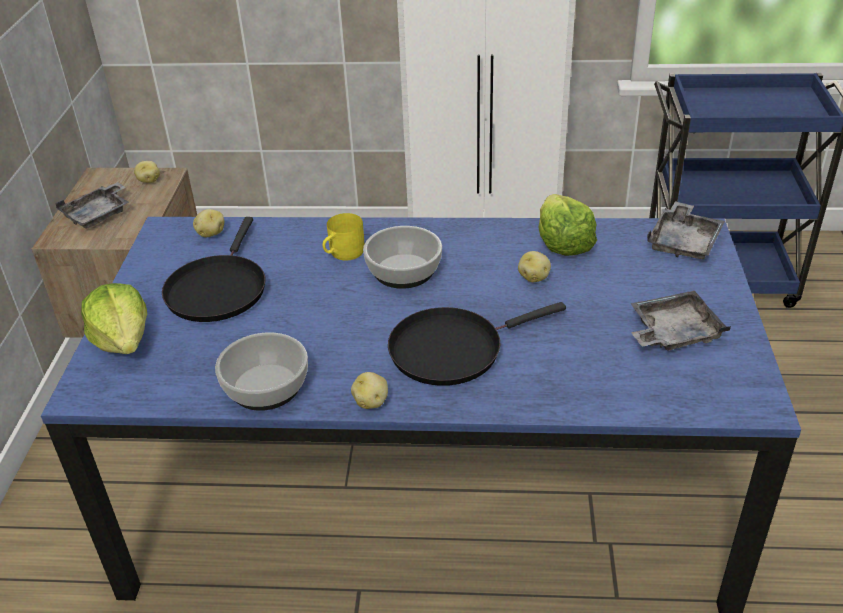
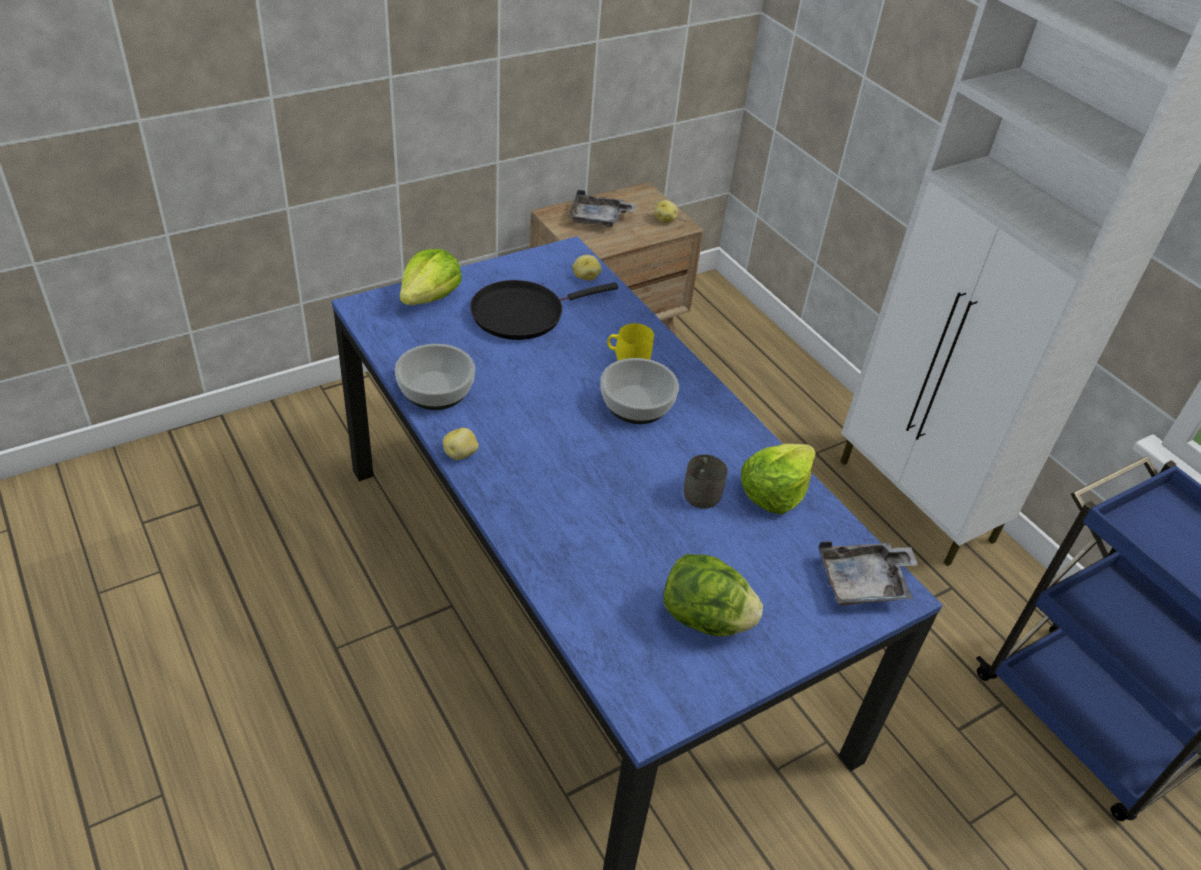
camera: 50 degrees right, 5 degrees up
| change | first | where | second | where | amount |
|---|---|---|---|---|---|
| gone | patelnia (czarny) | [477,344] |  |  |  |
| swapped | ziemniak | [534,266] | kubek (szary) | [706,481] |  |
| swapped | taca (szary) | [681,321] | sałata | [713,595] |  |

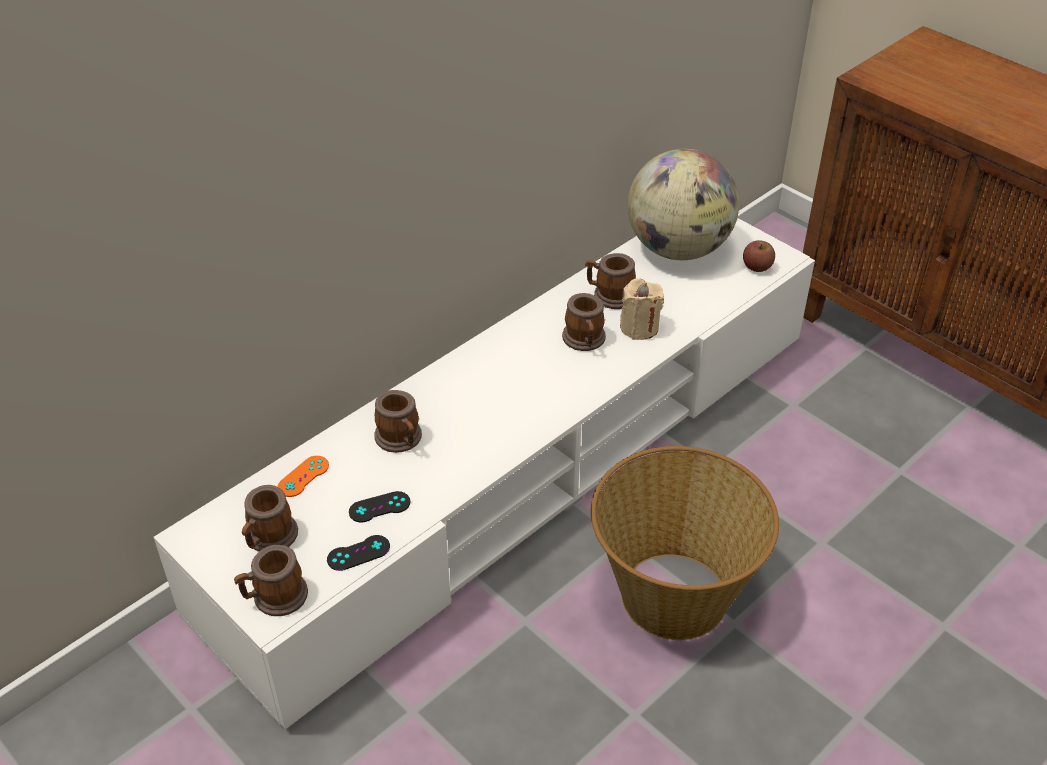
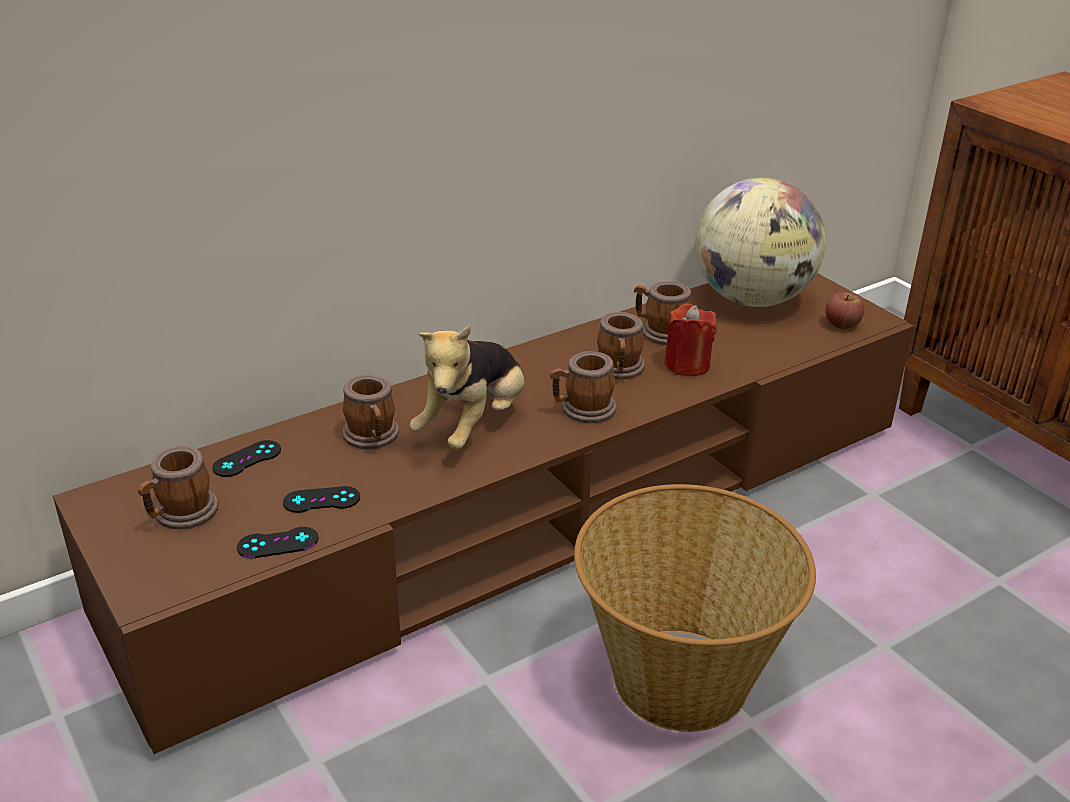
camera: 10 degrees right, 10 degrees down
| change | first | where | second | where | amount |
|---|---|---|---|---|---|
| new |  |  | pluszak | [467,387] |  |
| shifted | kubek | [271,580] |  | [583,387] |  |
| repainted | szafka pod telewizor (biały) | [484,473] | szafka pod telewizor (brązowy) | [483,513] |  |
| repainted | pad do gier (pomarańczowy) | [303,476] | pad do gier (czarny) | [246,458] |  |
| repainted | świeca (beżowy) | [642,309] | świeca (czerwony) | [690,339] |  |

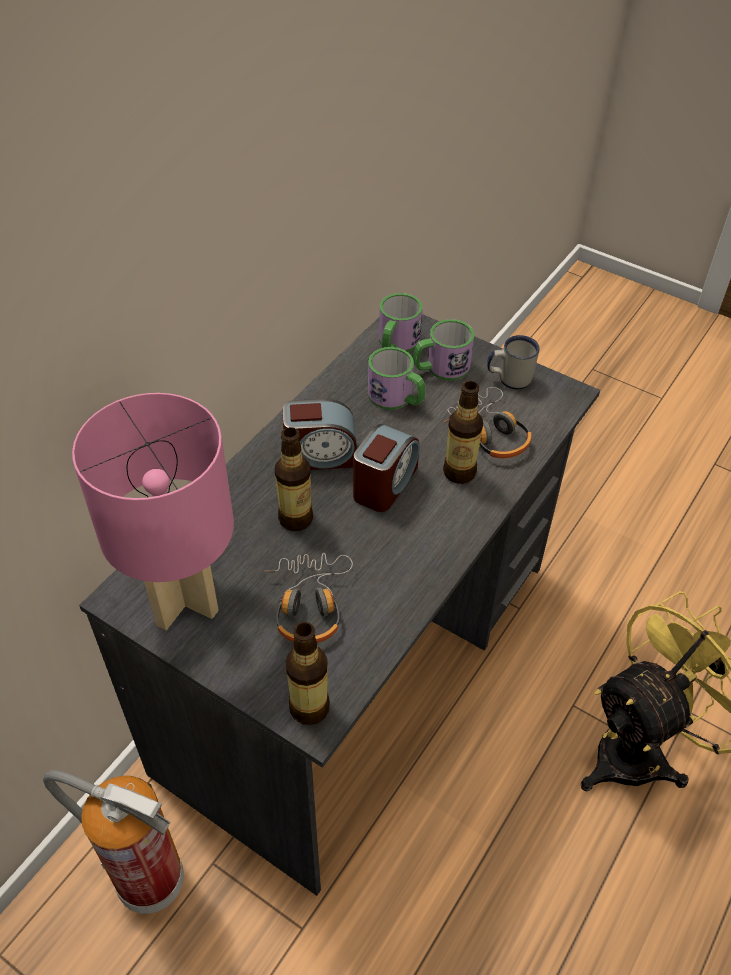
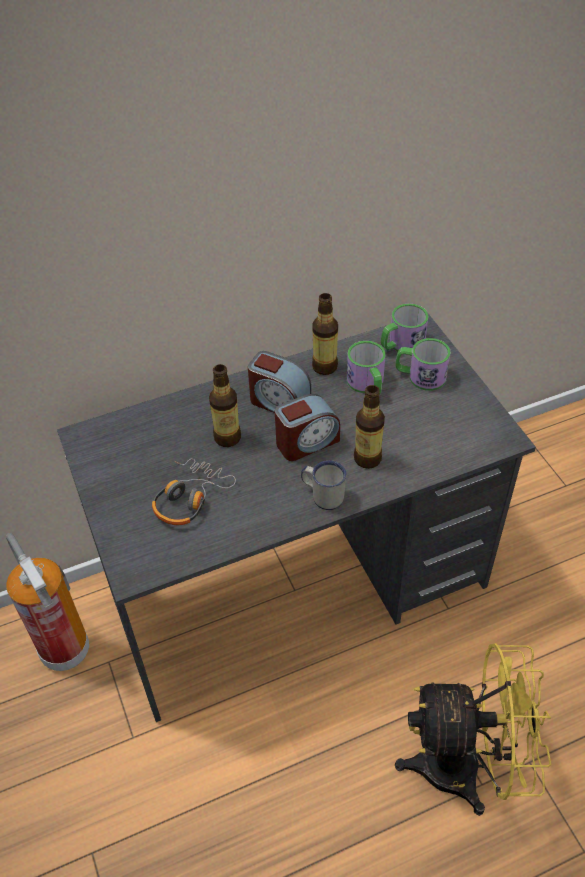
camera: 35 degrees right, 0 degrees up
| change | first | where | second | where | amount |
|---|---|---|---|---|---|
| gone | lampa stołowa (różowy) | [153,511] |  |  |  |
| gone | słuchawki | [488,422] |  |  |  |
| shifted | butelka | [307,673] |  | [325,334] |  |
| shifted | kubek (biały) | [513,362] |  | [324,485] |  |

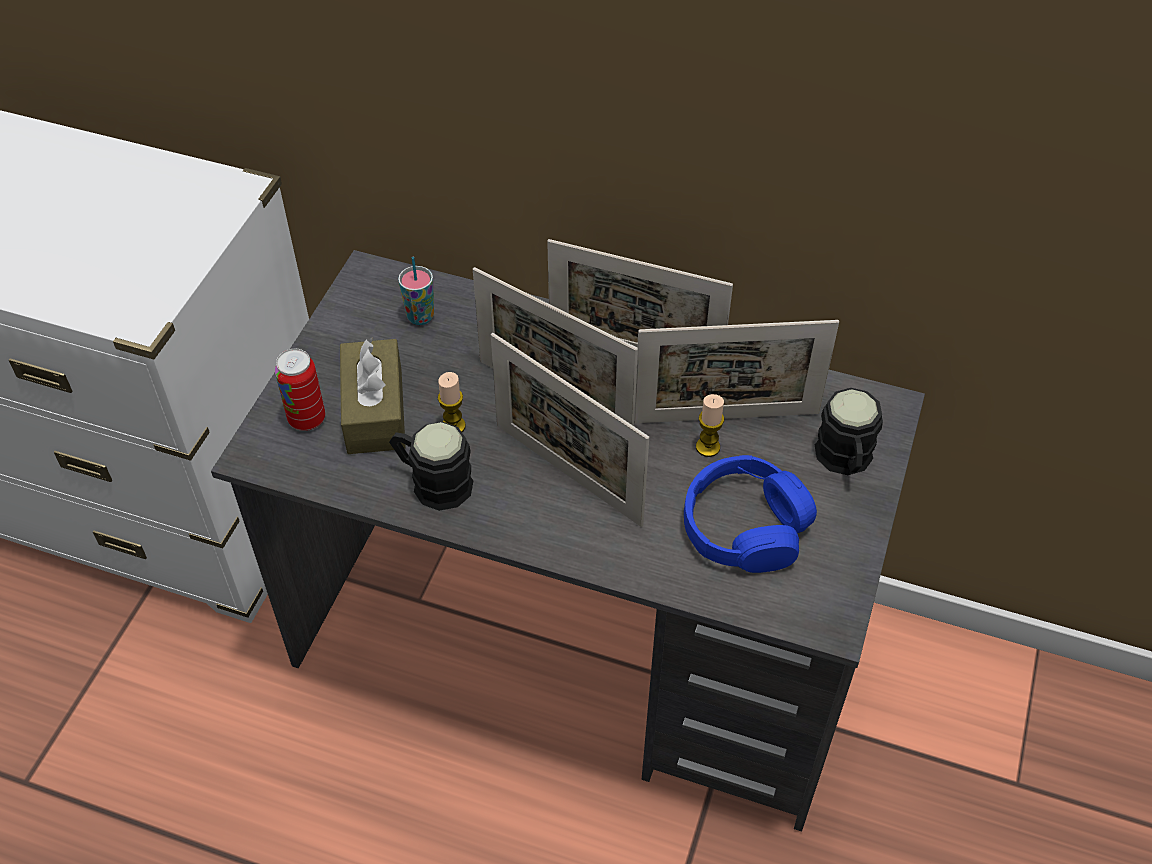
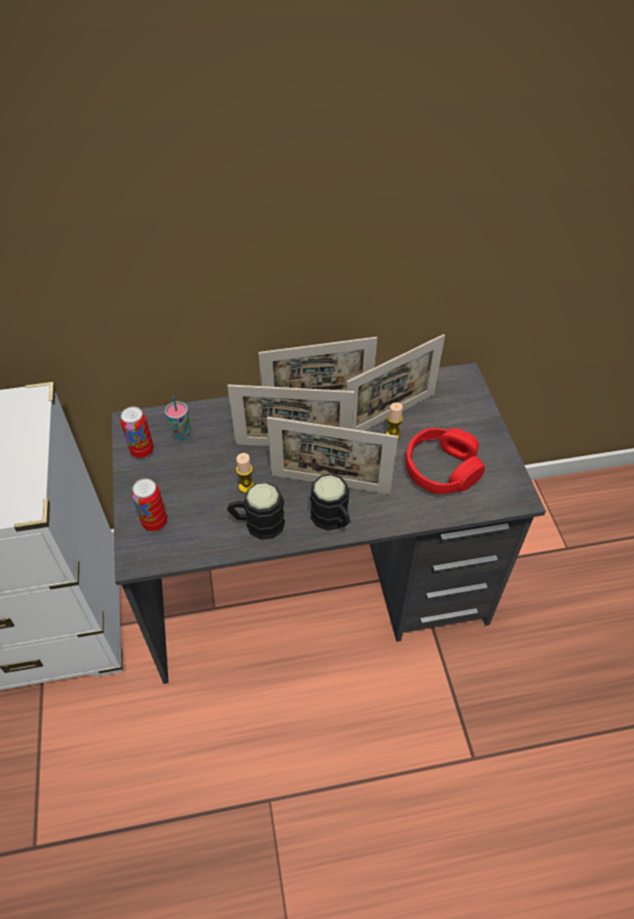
camera: 30 degrees left, 0 degrees up
| change | first | where | second | where | amount |
|---|---|---|---|---|---|
| gone | pudełko chusteczek (brązowy) | [373,396] |  |  |  |
| new |  |  | puszka | [137,432] |  |
| shifted | kubek (czarny) | [849,431] |  | [330,502] |  |
| repainted | słuchawki (niebieski) | [750,514] | słuchawki (czerwony) | [445,461] |  |

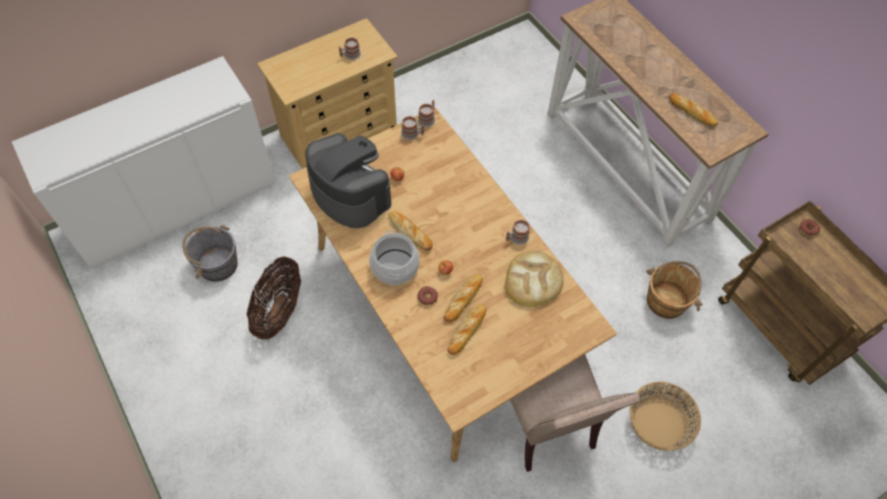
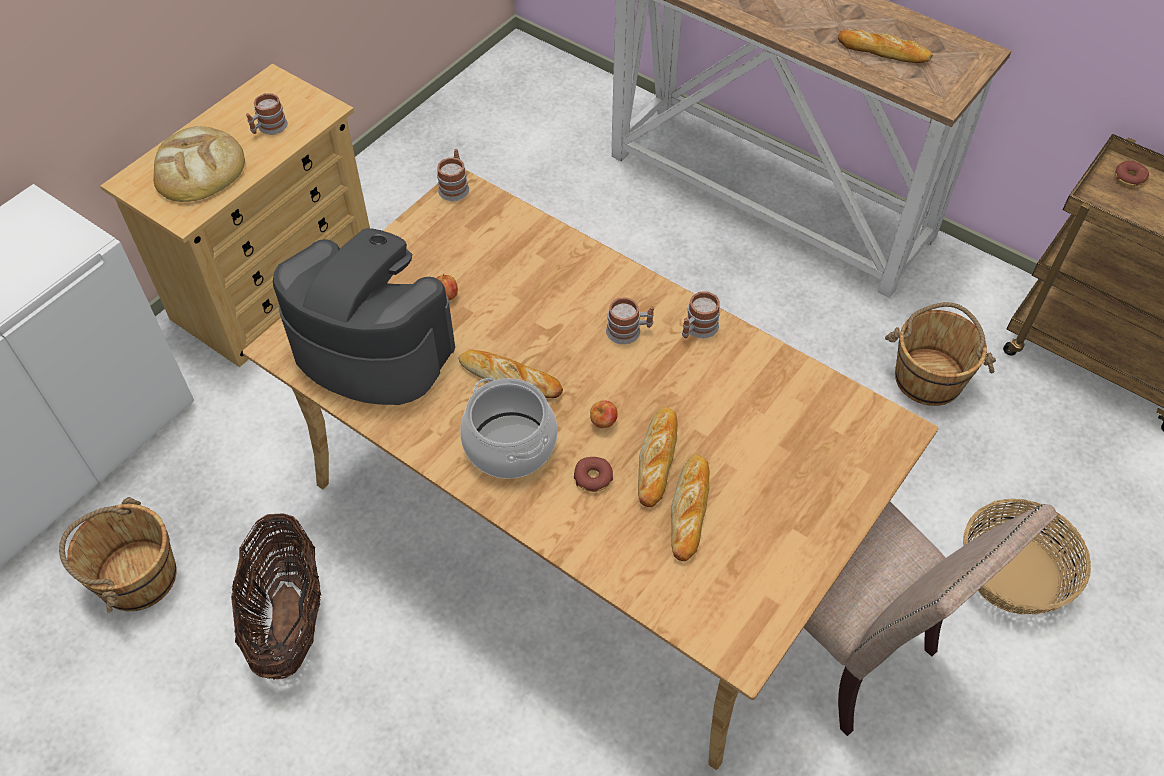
camera: 20 degrees left, 5 degrees down
| change | first | where | second | where | amount |
|---|---|---|---|---|---|
| shifted | kubek | [412,128] |  | [630,320] |  |
| shifted | chleb | [534,279] |  | [199,164] |  |
| repainted | wiadro (szary) | [210,253] | wiadro (brązowy) | [117,555] |  |

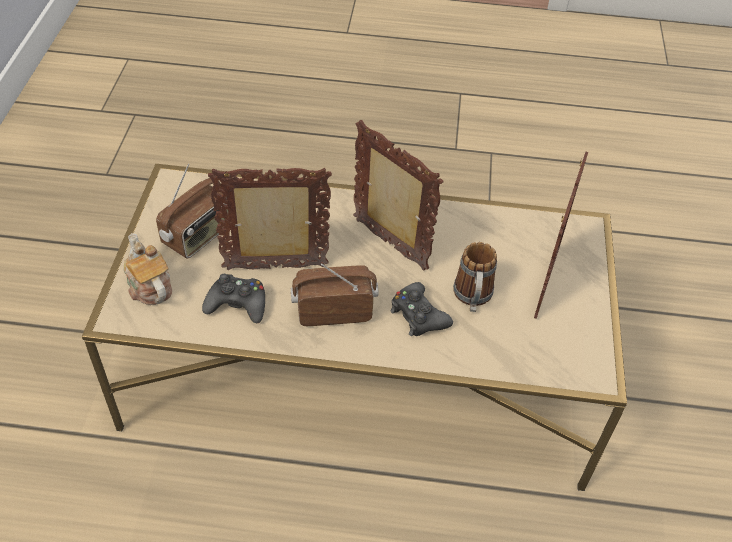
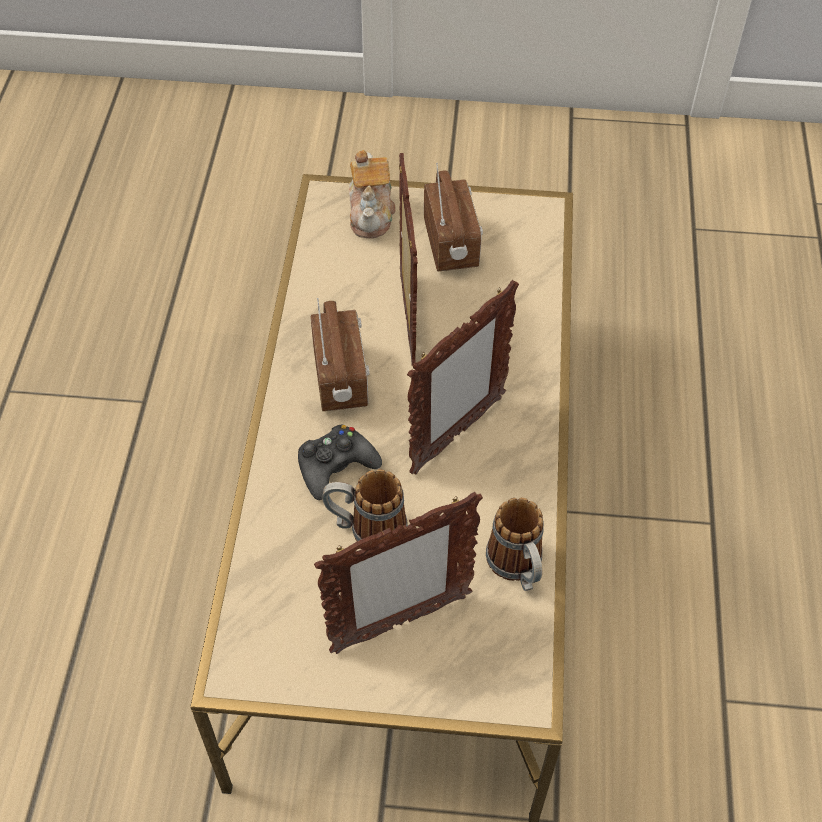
camera: 90 degrees right, 5 degrees up
| change | first | where | second | where | amount |
|---|---|---|---|---|---|
| gone | pad do gier (czarny) | [233,298] |  |  |  |
| new |  |  | kubek | [515,544] |  |
| rotated | imbryk | [148,269] |  | [372,194] | 120 degrees clockwise |
| rotated | radio | [192,211] |  | [453,217] | 135 degrees counterclockwise |
| rotated | ramka na zdjęcie | [561,235] |  | [398,573] | 45 degrees counterclockwise |

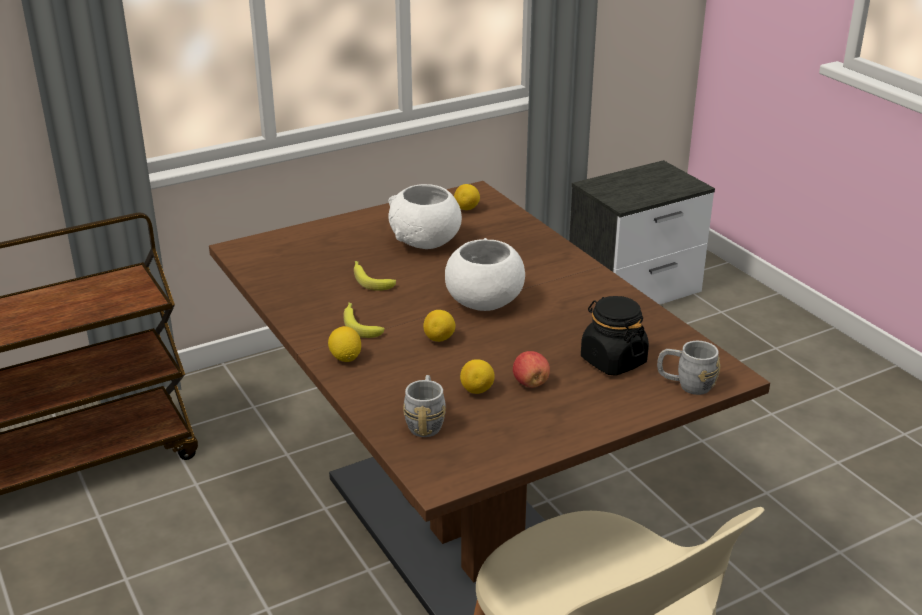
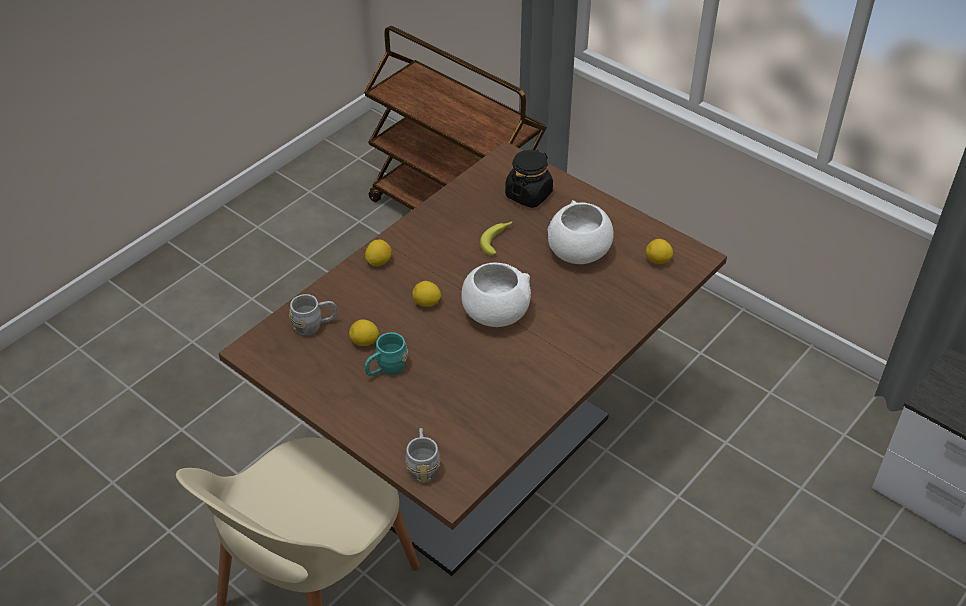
camera: 70 degrees right, 15 degrees up
| change | first | where | second | where | amount |
|---|---|---|---|---|---|
| gone | banan | [364,320] |  |  |  |
| shifted | słoik (czarny) | [615,336] |  | [529,179] |  |
| swapped | jabłko | [531,369] | kubek (turkusowy) | [386,354] |  |

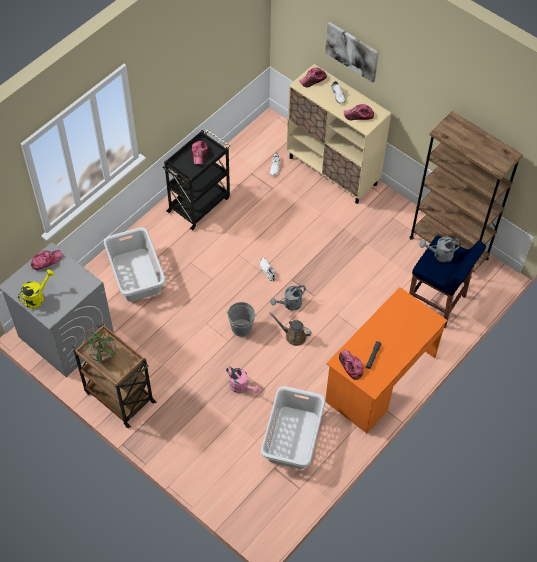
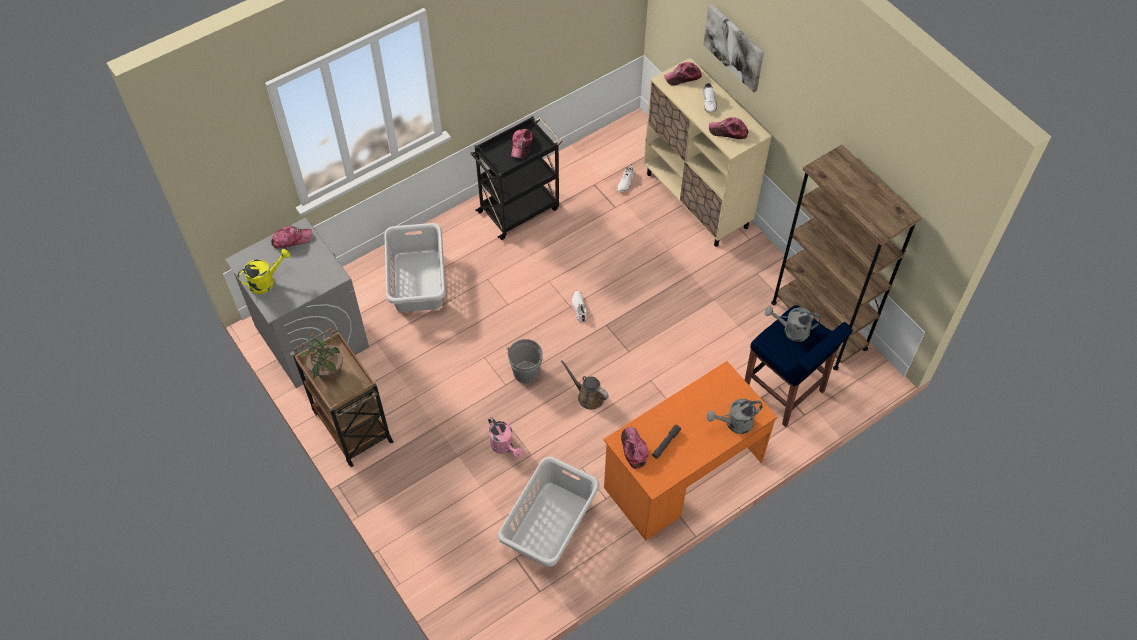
camera: 15 degrees right, 0 degrees up
| change | first | where | second | where | amount |
|---|---|---|---|---|---|
| shifted | konewka (szary) | [288,298] |  | [735,416] |  |

